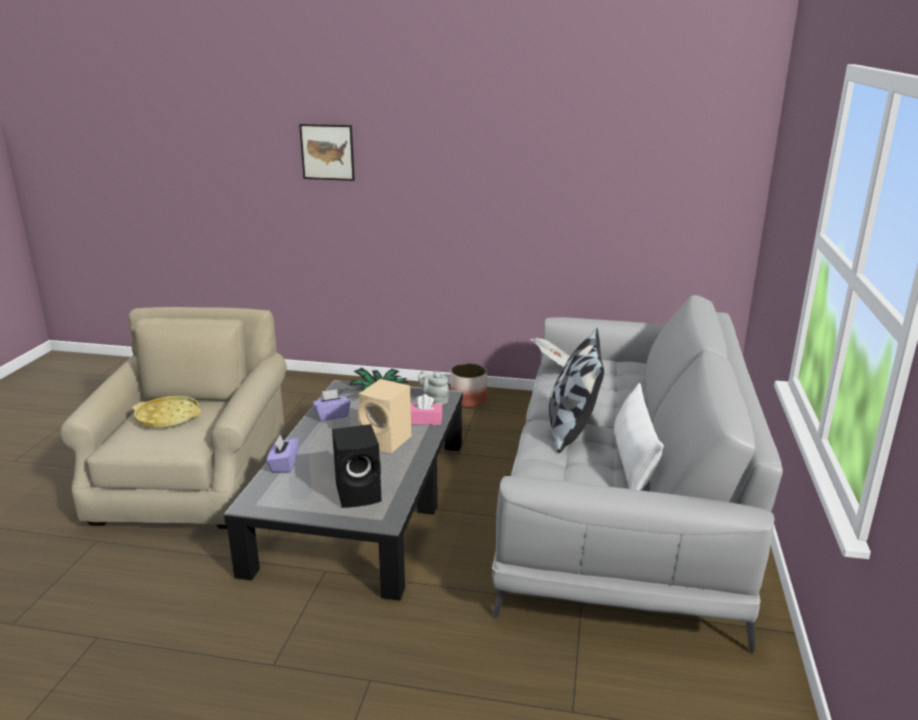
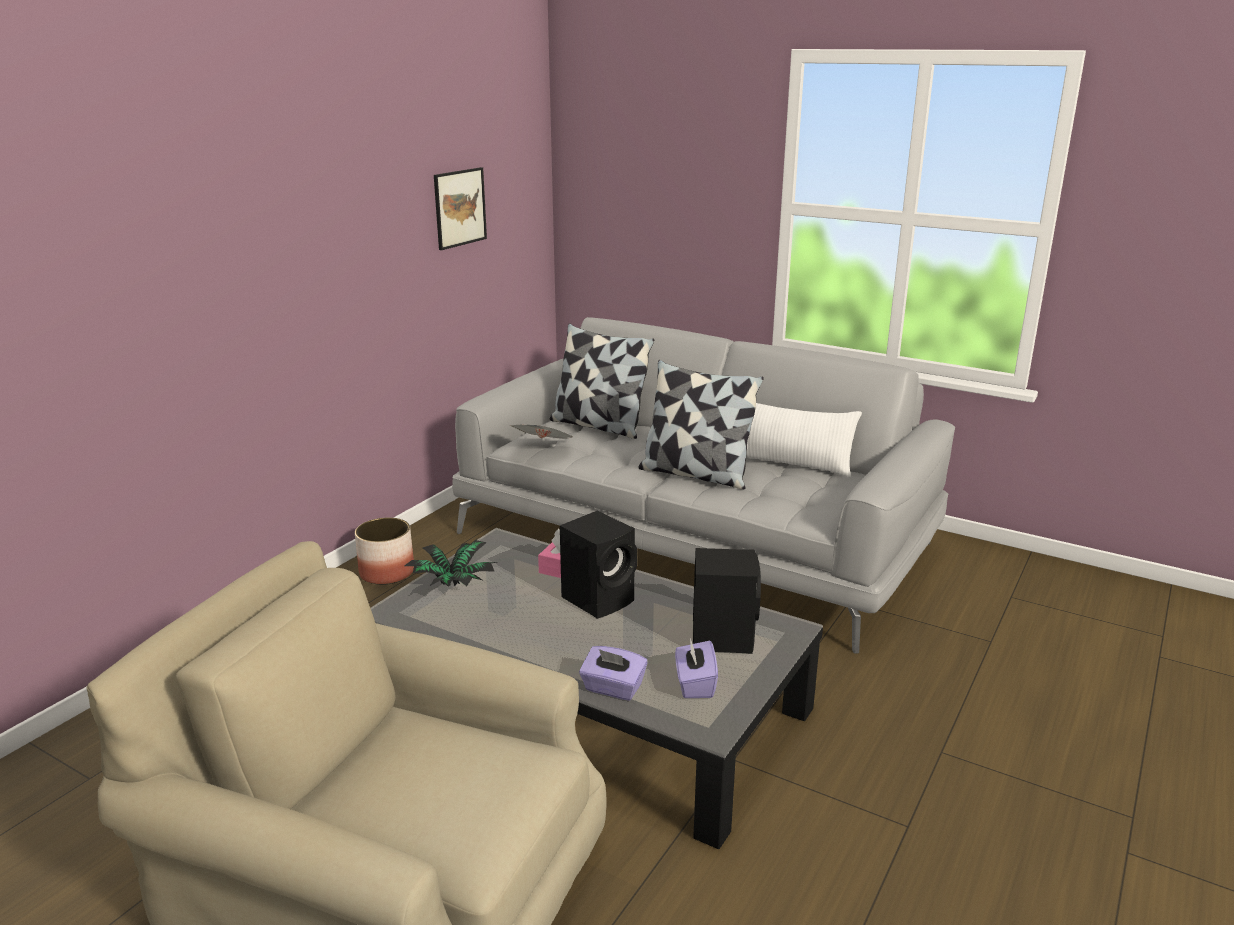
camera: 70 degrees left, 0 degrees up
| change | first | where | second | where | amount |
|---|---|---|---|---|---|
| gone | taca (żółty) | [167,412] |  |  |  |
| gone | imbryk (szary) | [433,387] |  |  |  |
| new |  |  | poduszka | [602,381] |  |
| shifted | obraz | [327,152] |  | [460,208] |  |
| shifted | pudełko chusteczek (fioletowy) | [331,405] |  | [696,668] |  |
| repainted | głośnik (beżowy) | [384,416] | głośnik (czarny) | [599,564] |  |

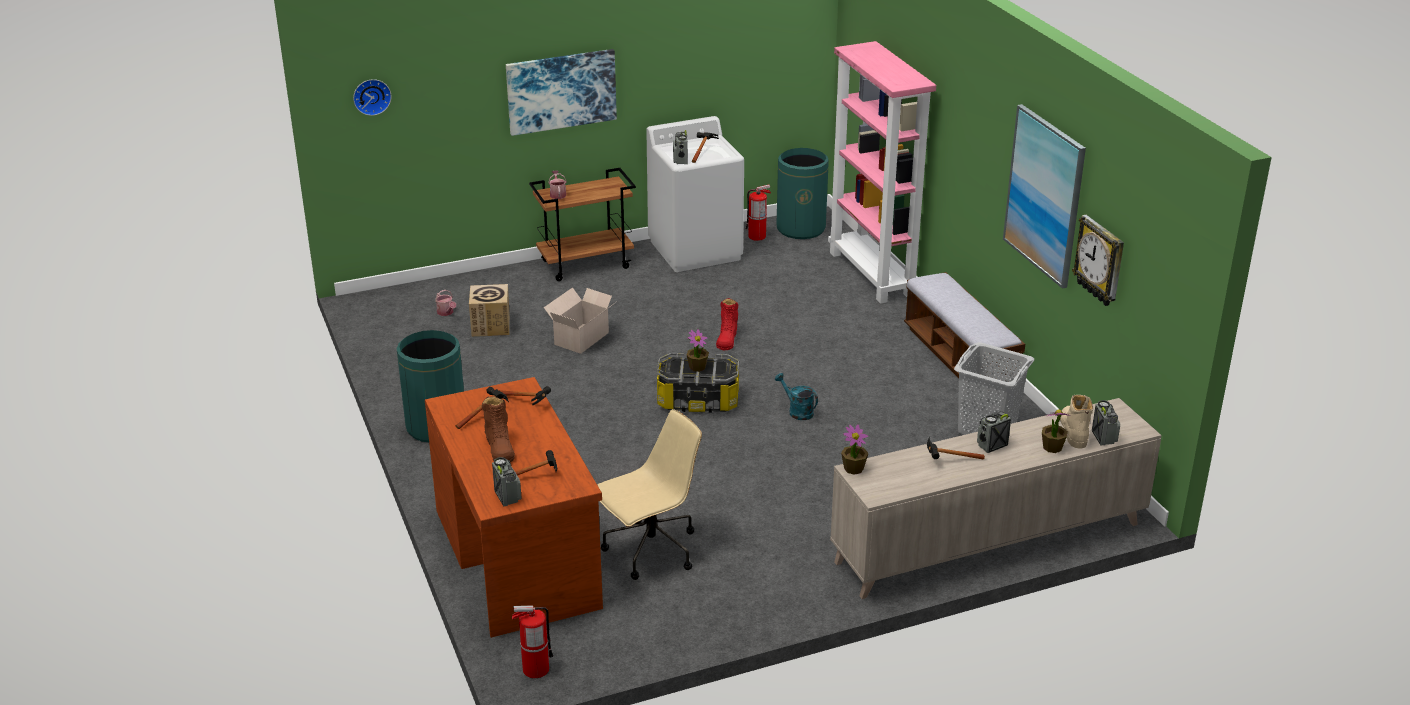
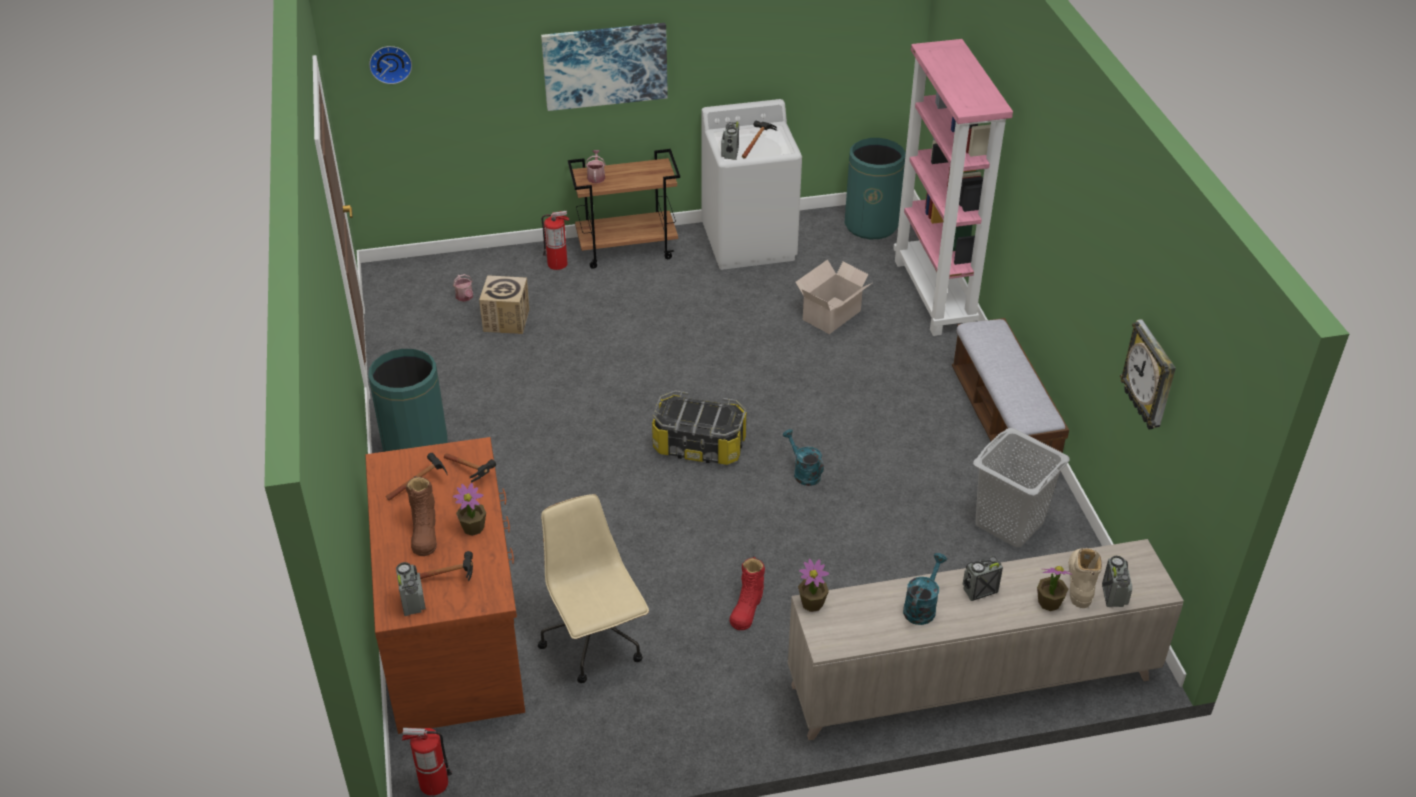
camera: 10 degrees right, 10 degrees up
| change | first | where | second | where | amount |
|---|---|---|---|---|---|
| gone | obraz | [1044,196] |  |  |  |
| shifted | karton | [580,320] |  | [833,296] |  |
| shifted | roślina doniczkowa | [698,350] |  | [469,509] |  |
| shifted | but z cholewką (czerwony) | [727,324] |  | [747,593] |  |
| shifted | gaśnica | [758,213] |  | [555,240] |  |
| swapped | młotek | [956,448] | konewka (turkusowy) | [925,589] |  |
| rotated | krzesło biurowe (beżowy) | [649,494] |  | [593,588] | 90 degrees counterclockwise |

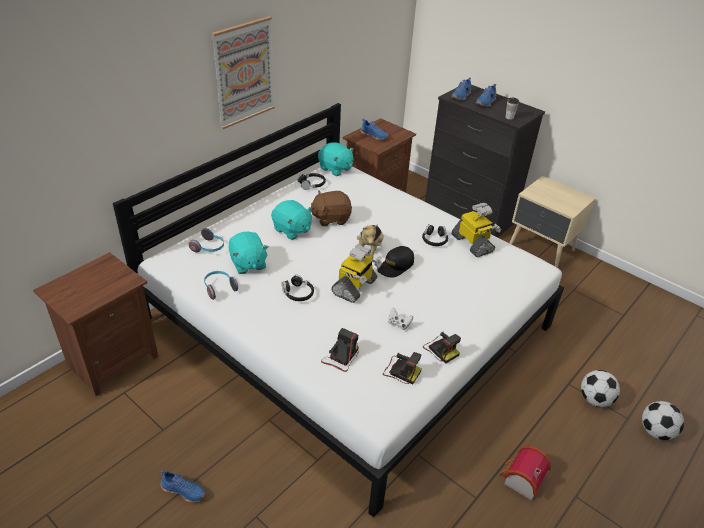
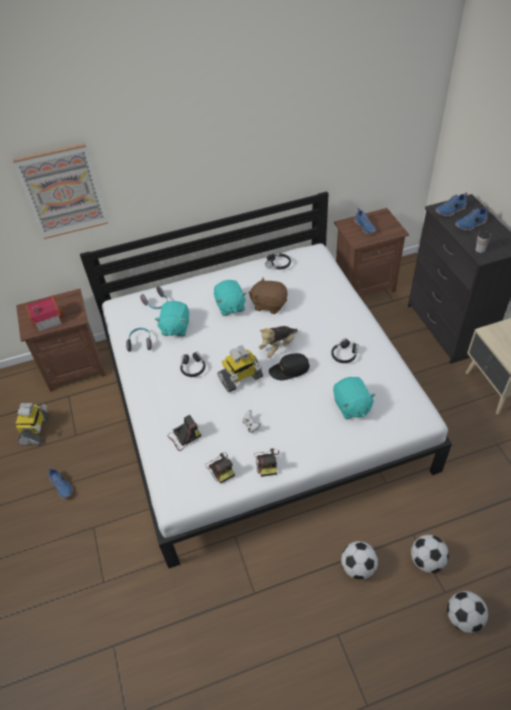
camera: 35 degrees right, 10 degrees up
| change | first | where | second | where | amount |
|---|---|---|---|---|---|
| new |  |  | piłka futbolowa | [359,560] |  |
| shifted | obraz | [243,72] |  | [60,191] |  |
| shifted | pluszak (turkusowy) | [336,159] |  | [354,398] |  |
| shifted | robot zabawkowy | [476,230] |  | [32,424] |  |
| shifted | domek | [525,473] |  | [45,313] |  |

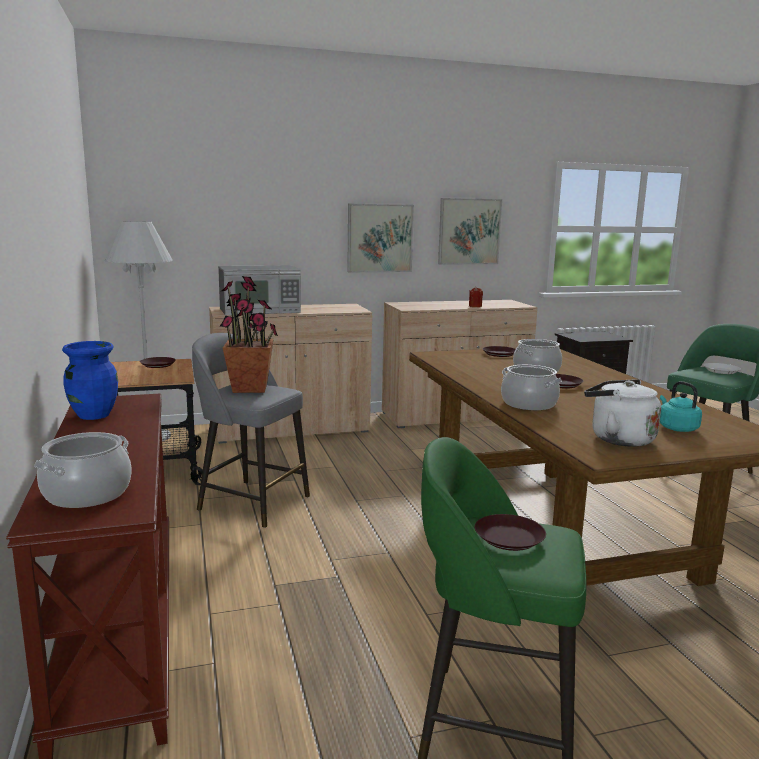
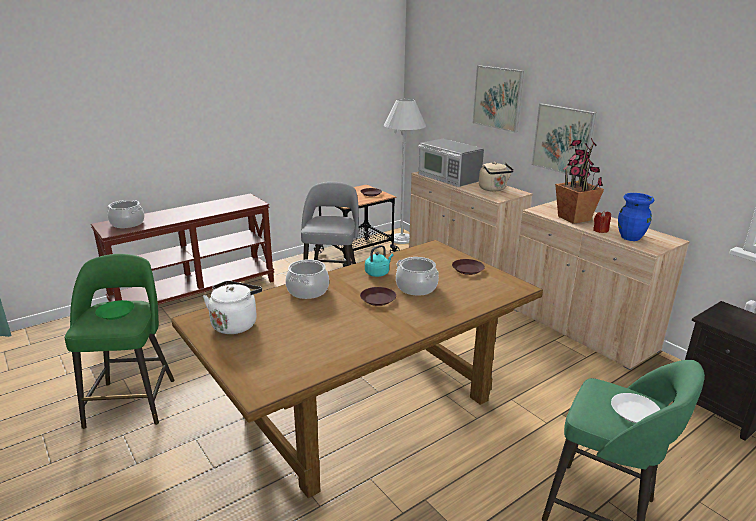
camera: 70 degrees right, 10 degrees up
| change | first | where | second | where | amount |
|---|---|---|---|---|---|
| new |  |  | czajnik (beżowy) | [496,176] |  |
| shifted | wazon (niebieski) | [90,380] |  | [636,217] |  |
| shifted | roślina doniczkowa | [249,334] |  | [579,181] |  |
| shifted | obraz | [470,231] |  | [498,99] |  |
| shifted | czajnik (turkusowy) | [681,406] |  | [379,261] |  |
| repainted | talerz (brązowy) | [510,532] | talerz (zielony) | [114,310] |  |

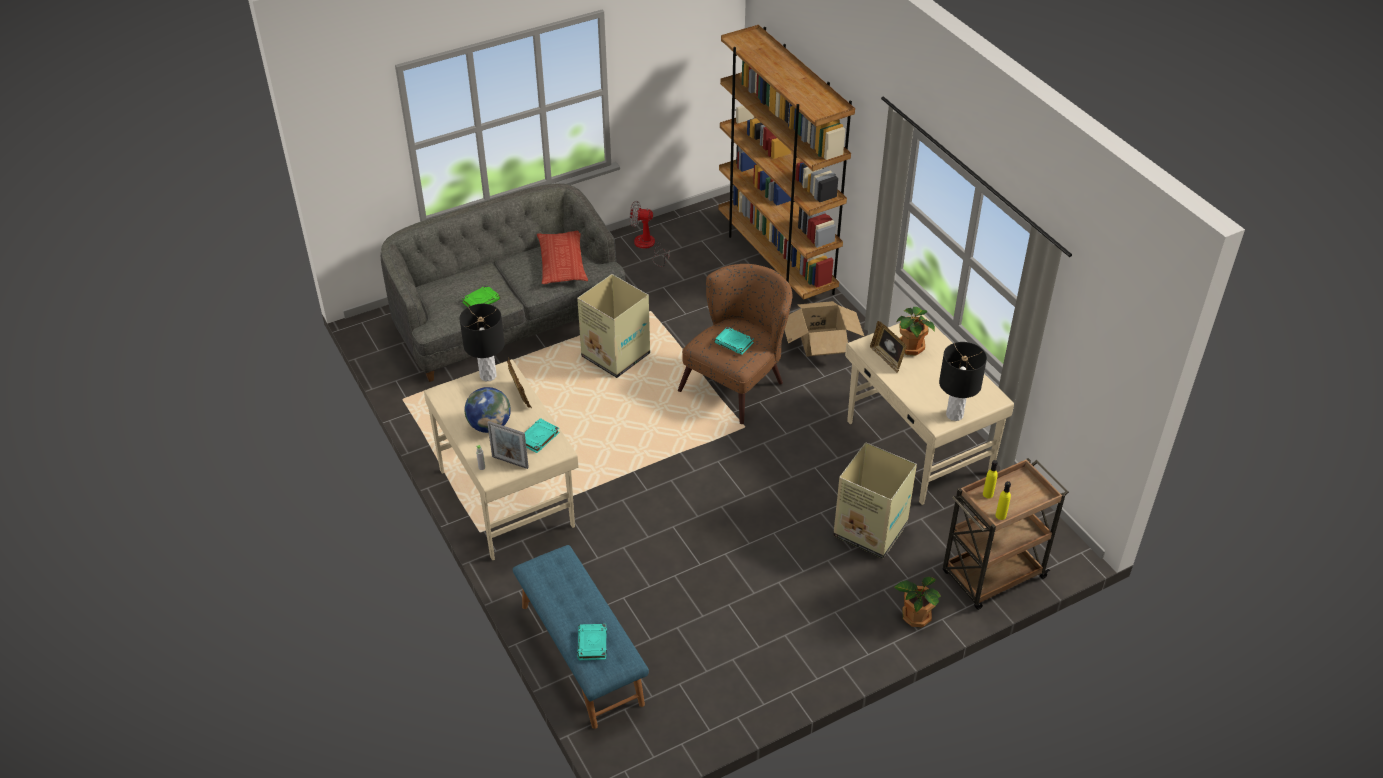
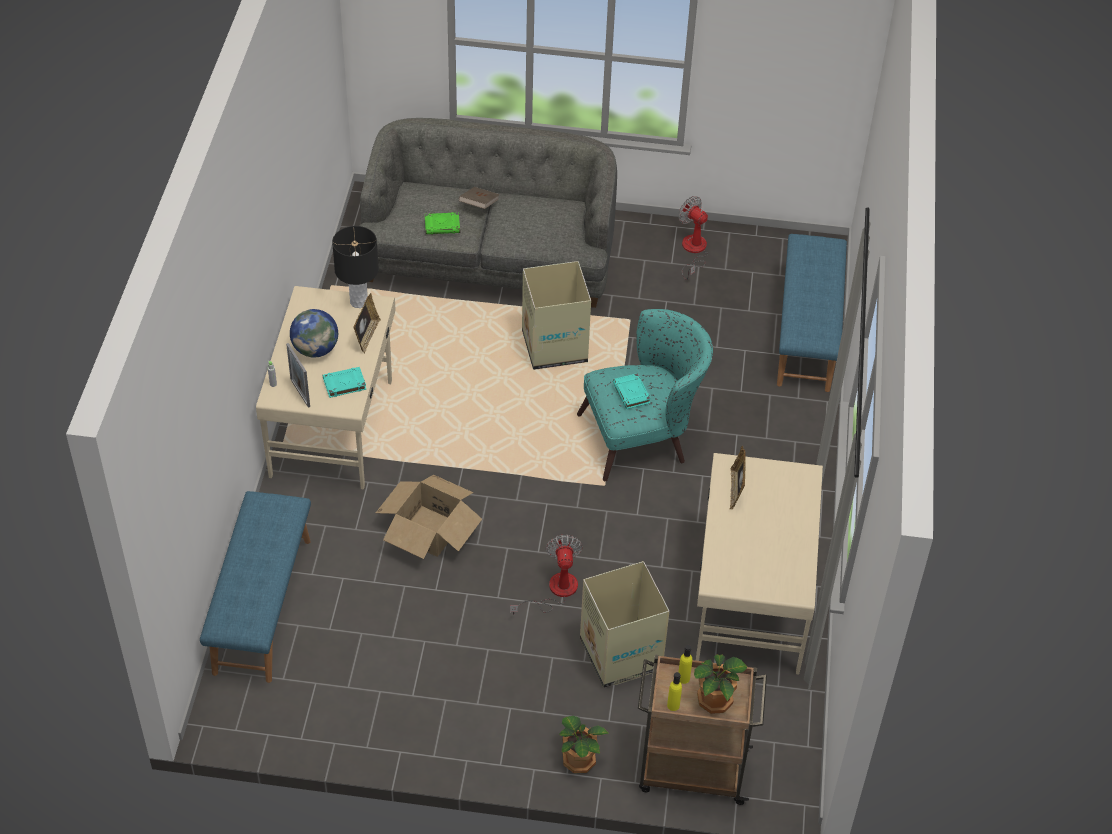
camera: 35 degrees right, 5 degrees up
| change | first | where | second | where | amount |
|---|---|---|---|---|---|
| gone | poduszka | [562,257] |  |  |  |
| gone | książka (turkusowy) | [592,642] |  |  |  |
| gone | lampa stołowa (czarny) | [963,381] |  |  |  |
| new |  |  | książka (brązowy) | [479,198] |  |
| new |  |  | wentylator | [546,575] |  |
| shifted | karton | [825,329] |  | [429,517] |  |
| shifted | roślina doniczkowa | [915,331] |  | [720,684] |  |
| swapped | regał (brązowy) | [786,162] | ławka (niebieski) | [812,313] |  |
| repainted | fotel (brązowy) | [735,344] | fotel (turkusowy) | [645,395] |  |

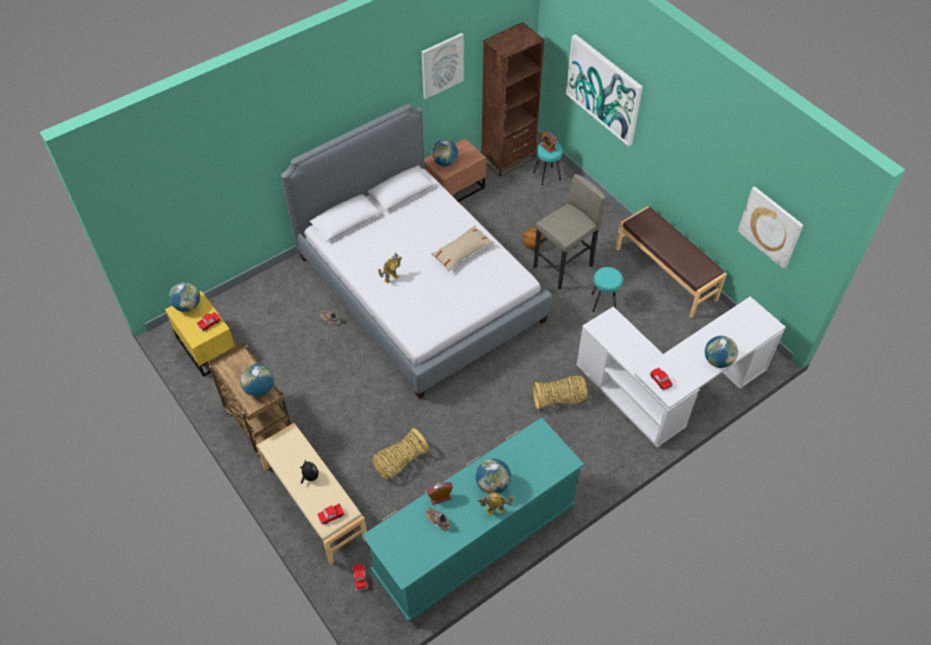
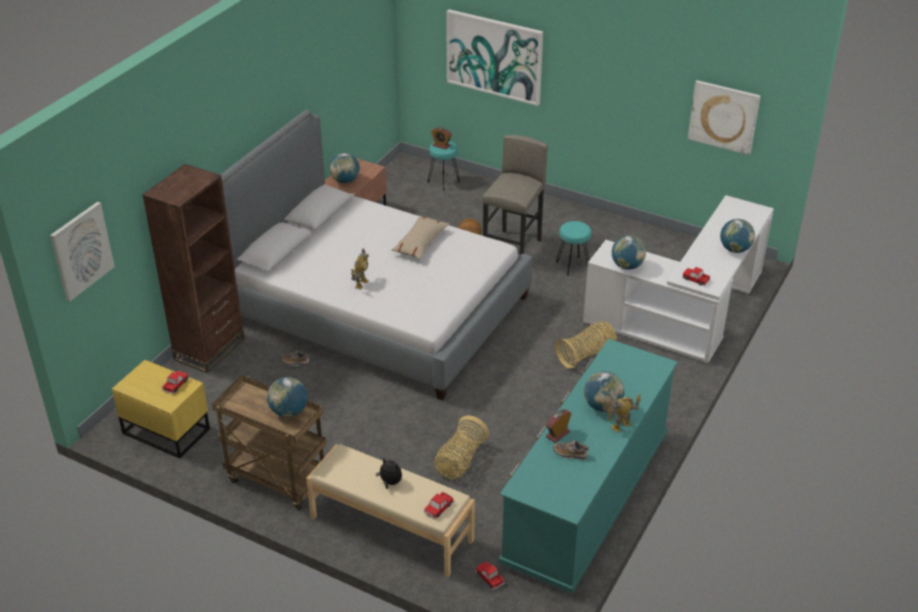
camera: 25 degrees left, 15 degrees down
| change | first | where | second | where | amount |
|---|---|---|---|---|---|
| gone | ławka (brązowy) | [671,262] |  |  |  |
| shifted | globus | [184,297] |  | [629,252] |  |
| shifted | obraz | [443,66] |  | [82,251] |  |
| shifted | regał (brązowy) | [512,99] |  | [194,268] |  |

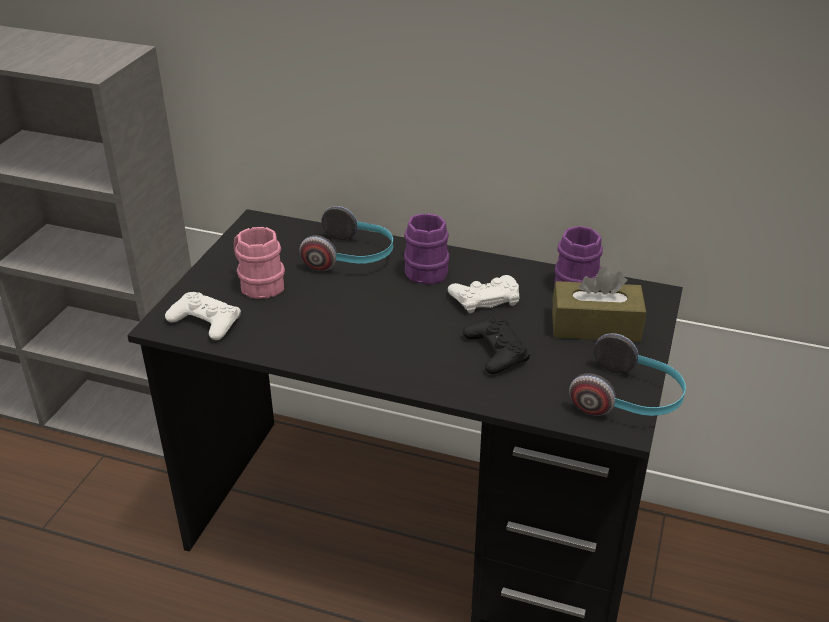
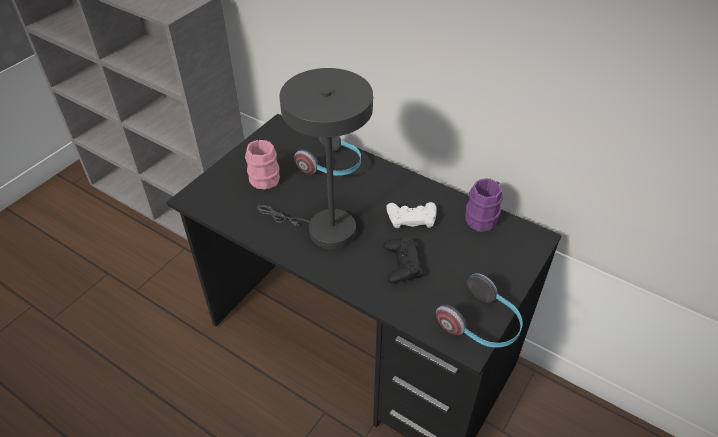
camera: 15 degrees right, 10 degrees up
| change | first | where | second | where | amount |
|---|---|---|---|---|---|
| gone | pad do gier (biały) | [203,316] |  |  |  |
| gone | kubek (fioletowy) | [427,248] |  |  |  |
| gone | pudełko chusteczek (brązowy) | [599,304] |  |  |  |
| new |  |  | lampa stołowa (szary) | [315,158] |  |

